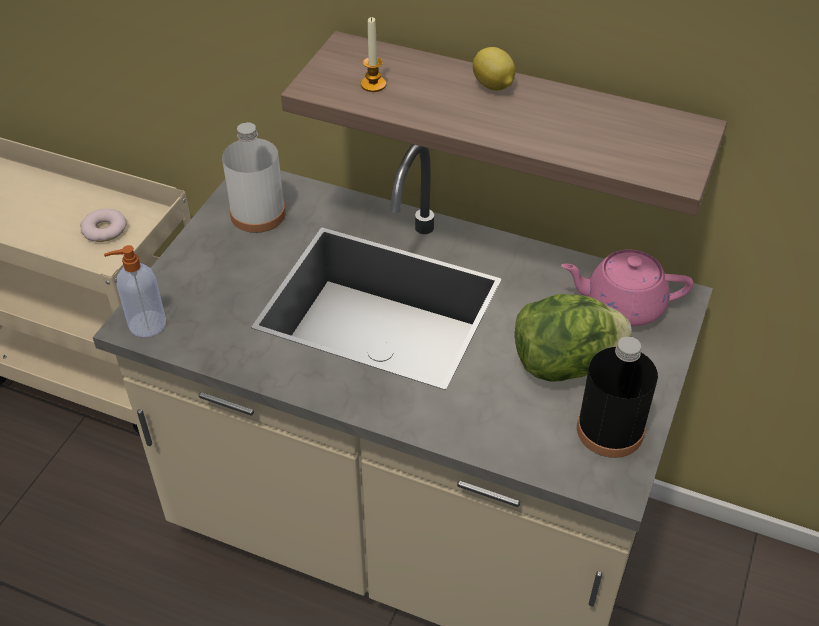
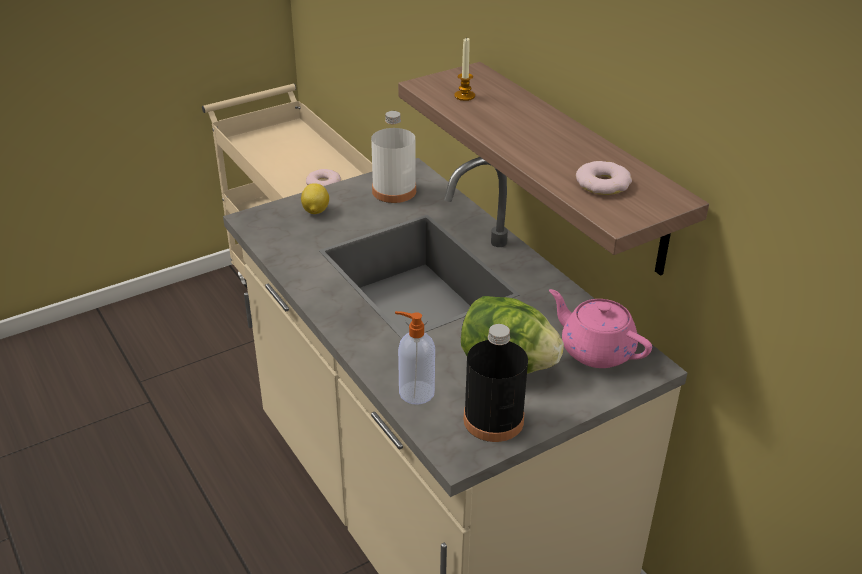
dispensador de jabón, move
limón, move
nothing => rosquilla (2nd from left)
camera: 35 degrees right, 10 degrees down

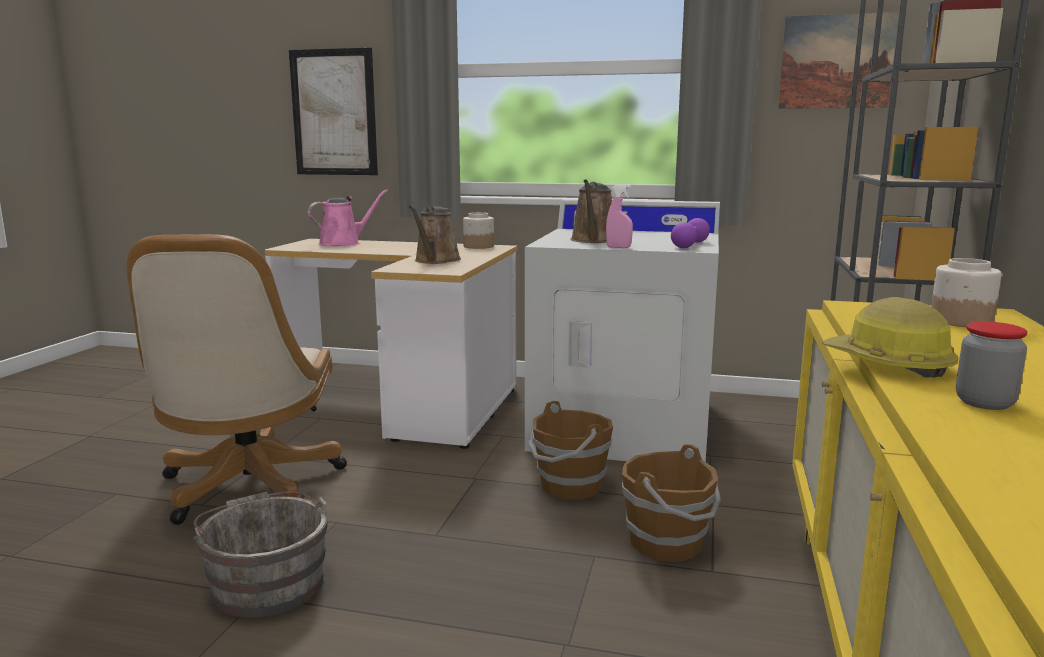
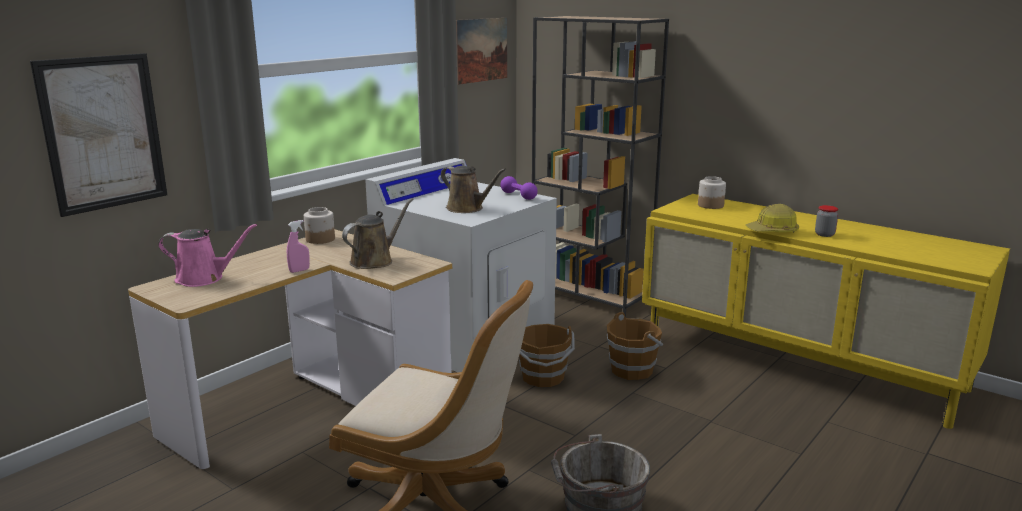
regadera/rosa, 105 degrees clockwise
regadera/marrón (1st from left), 90 degrees counterclockwise
pulverizador/rosa, move
camera: 65 degrees left, 5 degrees up

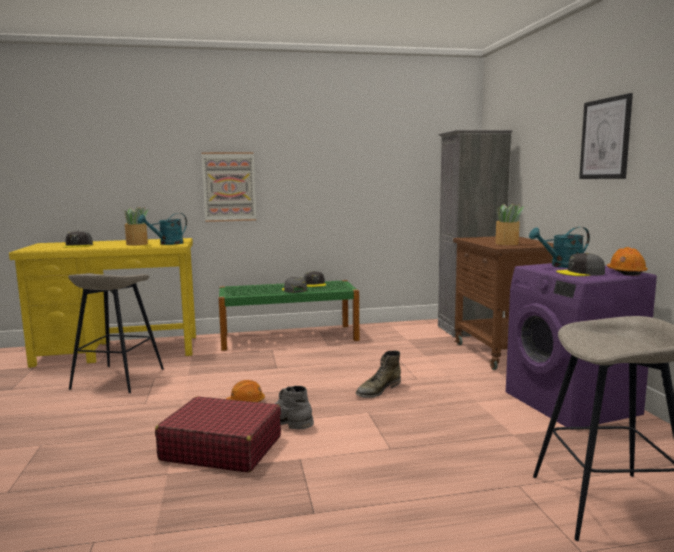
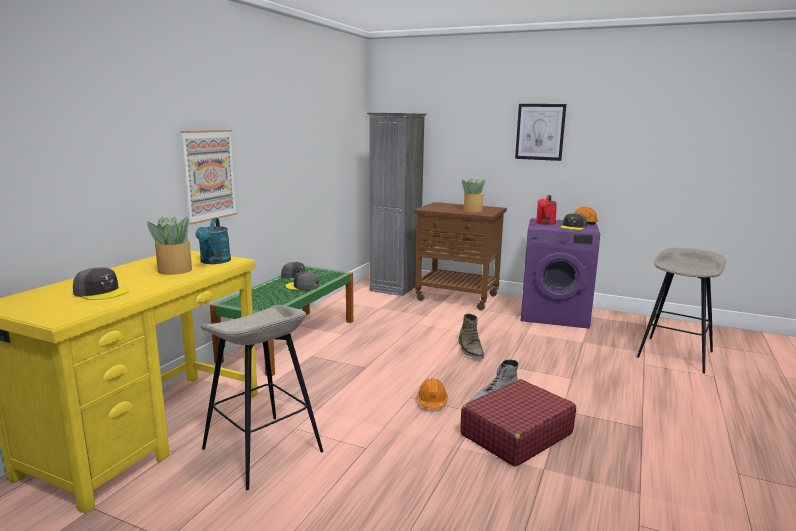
regadera/turquesa (2nd from left) => regadera/rojo
camera: 55 degrees left, 5 degrees up

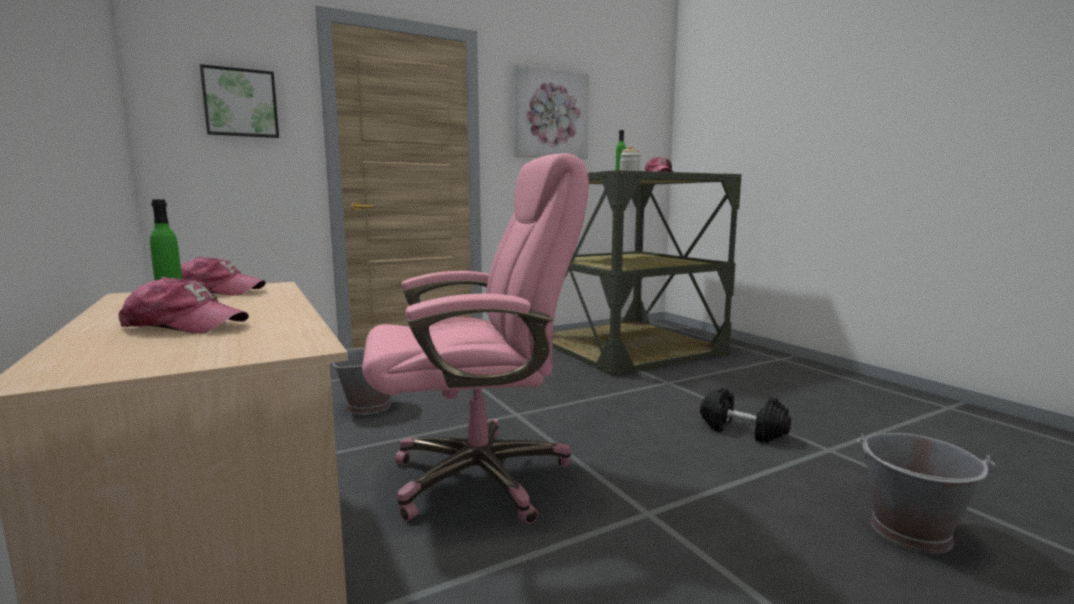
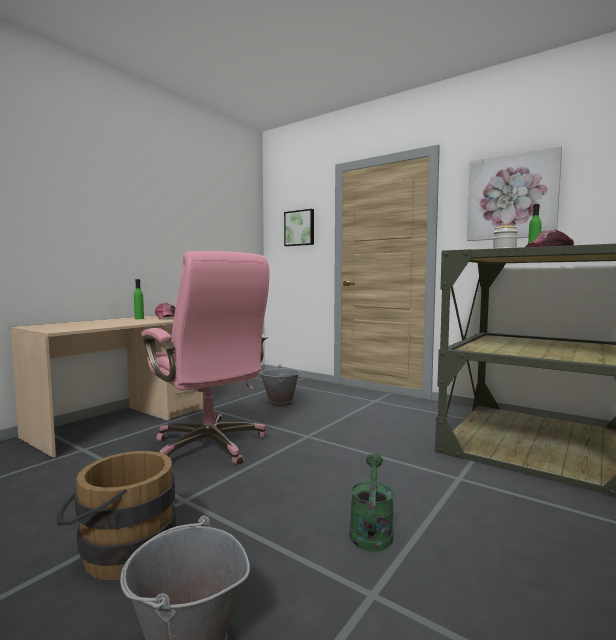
gorra (1st from left) => nothing
mancuerna/negro => regadera/verde
nothing => cubo/marrón
camera: 65 degrees right, 5 degrees down

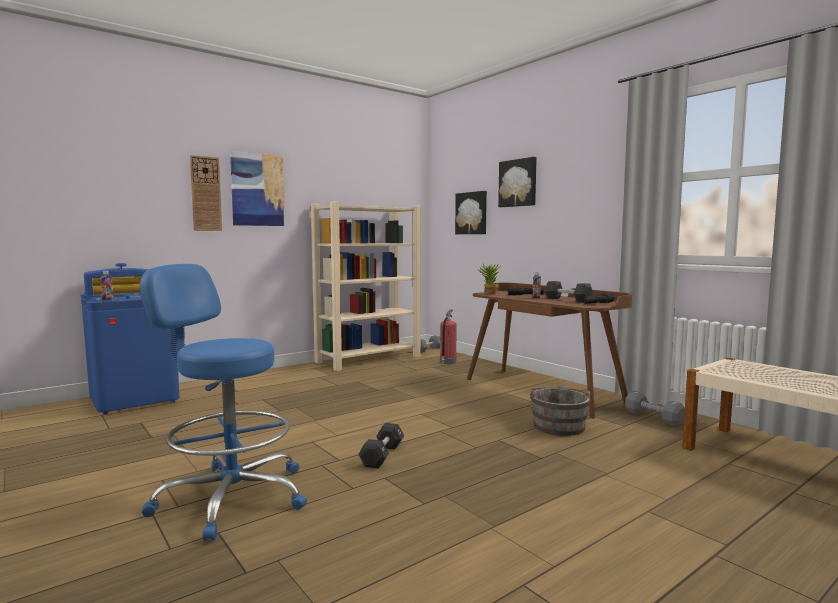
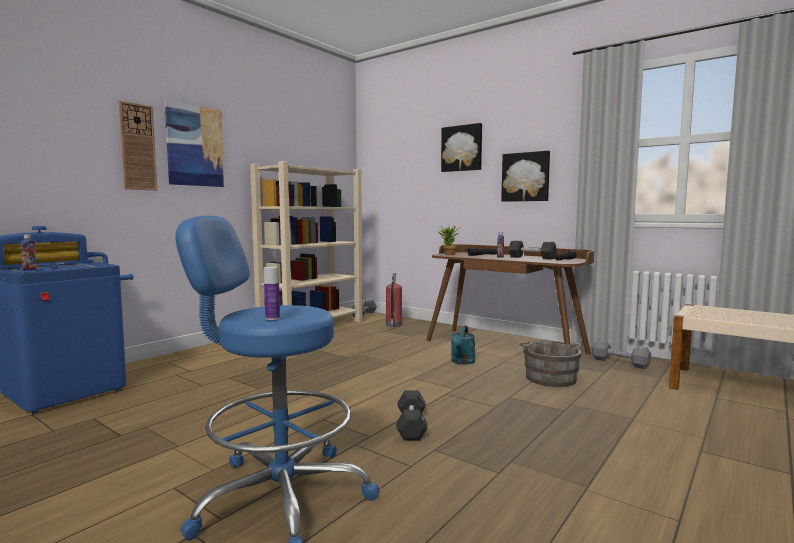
cuadro (2nd from left in the first image) => cuadro (3rd from left), move
nothing => botella (2nd from left)
nothing => regadera/turquesa
camera: 15 degrees left, 0 degrees up

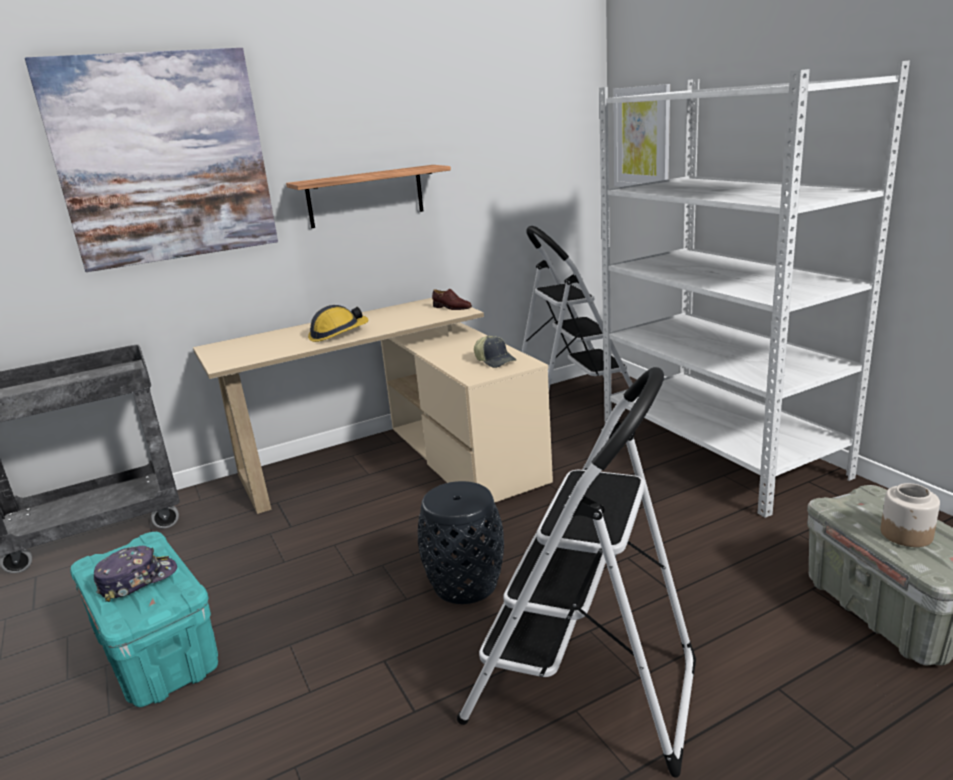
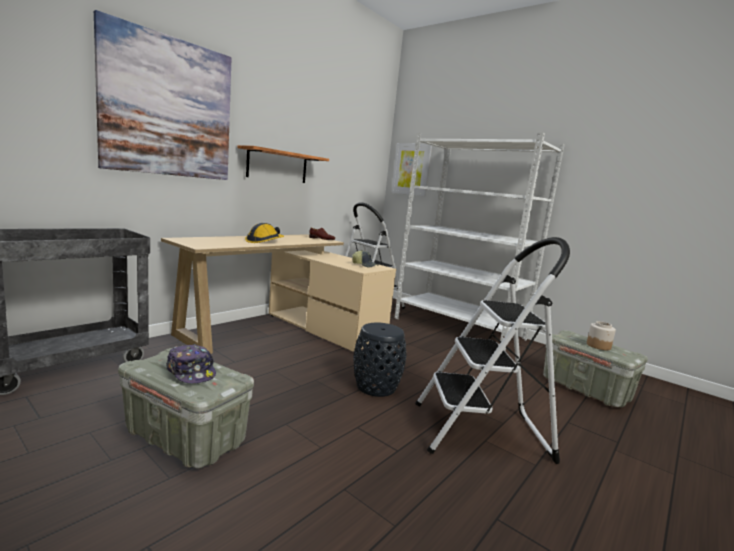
caja de almacenaje/turquesa => caja de almacenaje/gris (1st from left)
gorra (1st from left), 105 degrees clockwise
camera: 25 degrees left, 10 degrees down

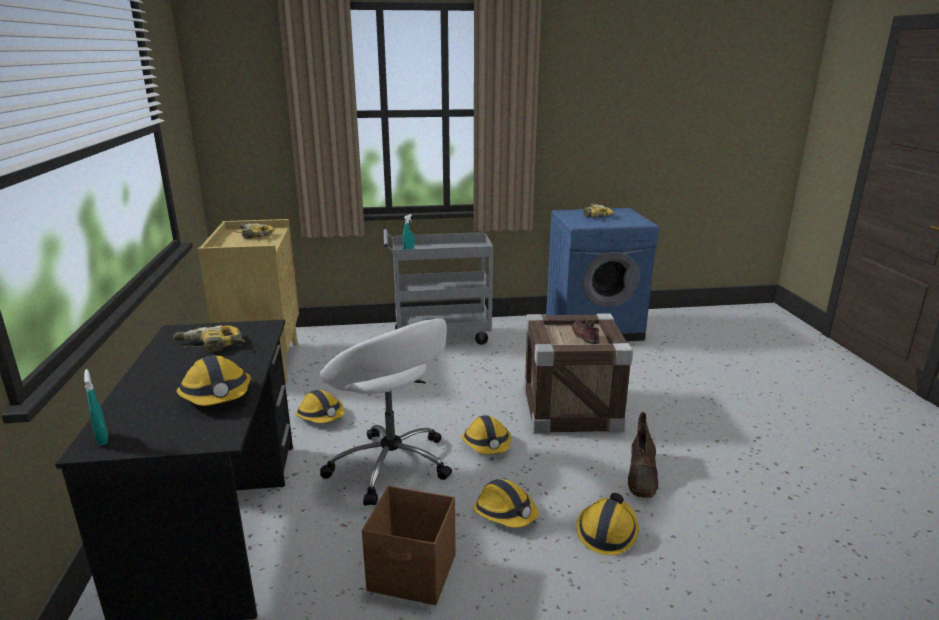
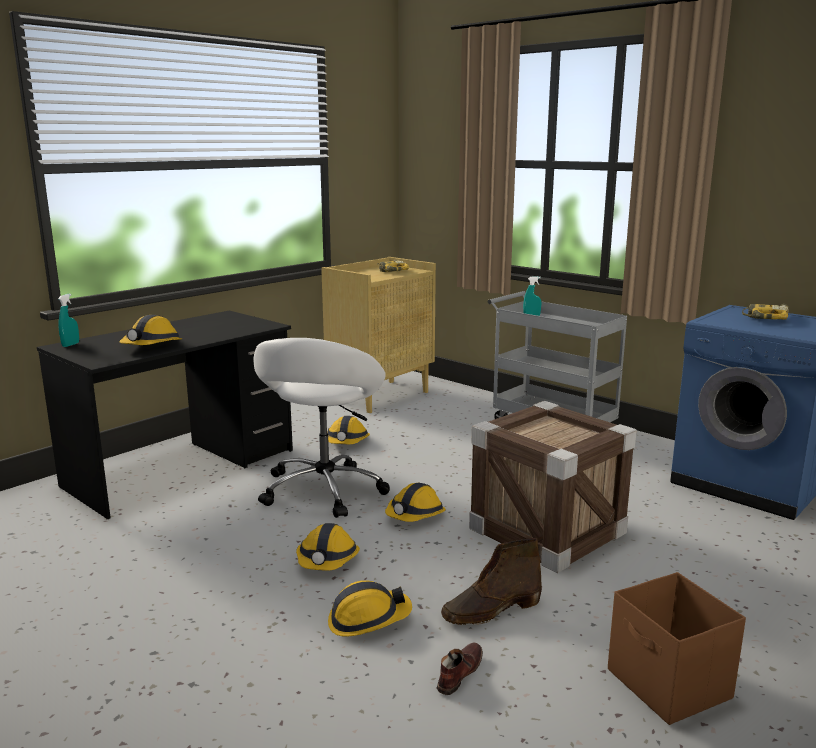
taladro (1st from left) => nothing
caja de almacenaje/marrón, move
zapato/marrón, move
camera: 50 degrees right, 5 degrees down

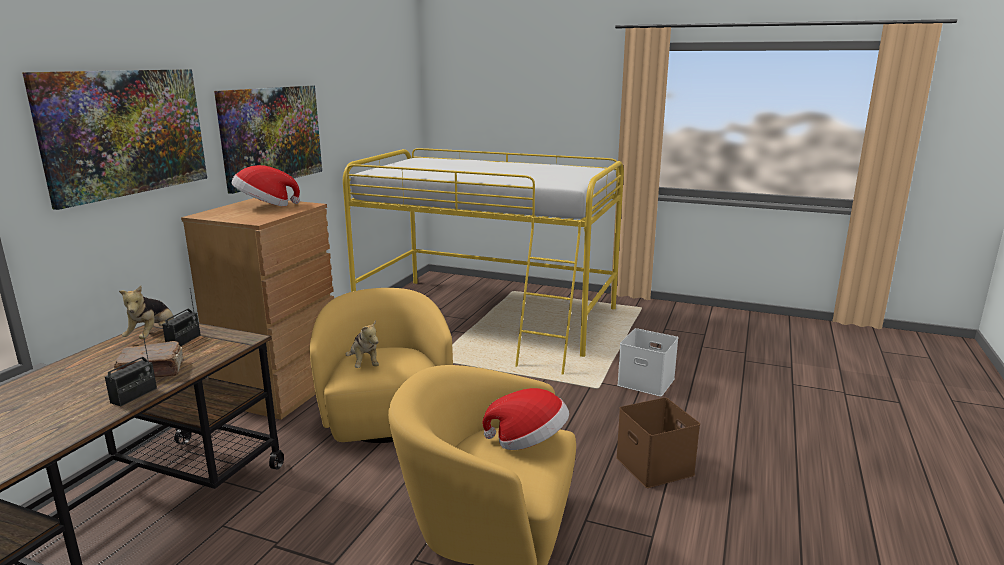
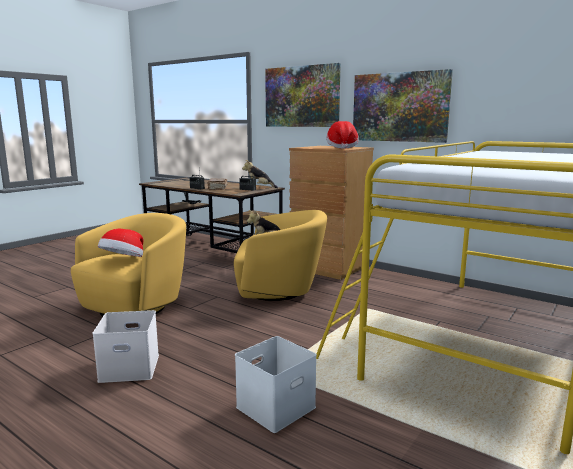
caja de almacenaje/marrón => caja de almacenaje/blanco (1st from left)
camera: 105 degrees right, 5 degrees down

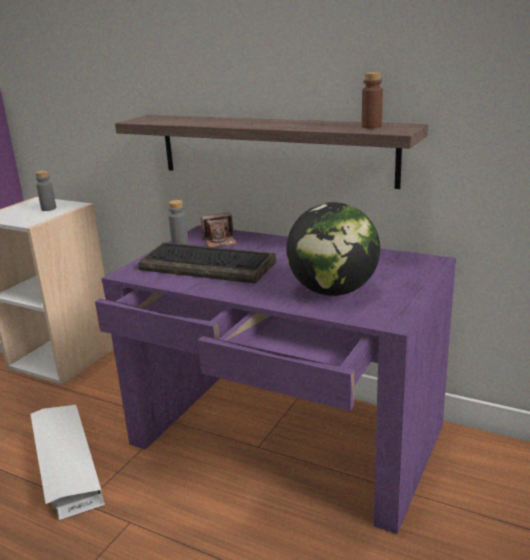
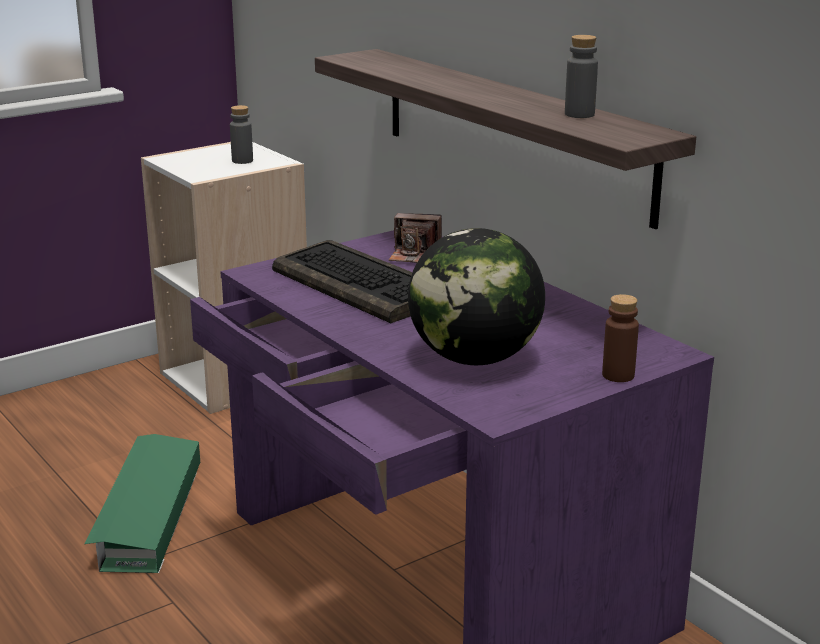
caja de almacenaje/blanco => caja de almacenaje/verde
botella/gris (2nd from left), move
botella/marrón, move
camera: 25 degrees right, 0 degrees up

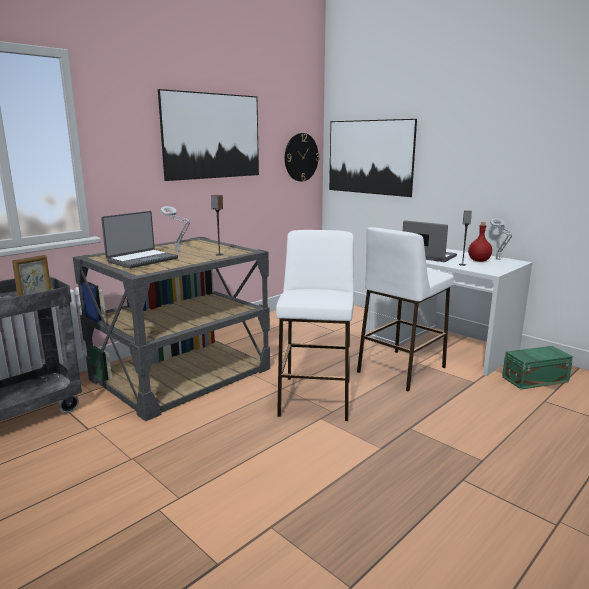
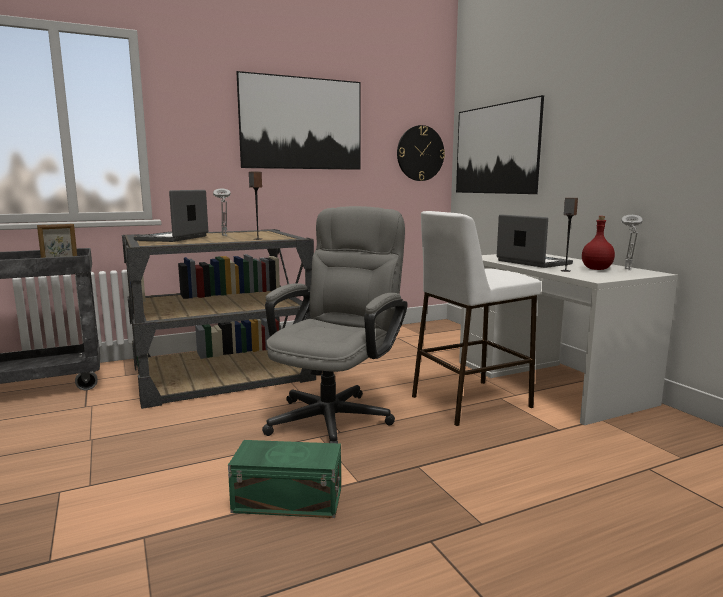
portátil (1st from left), 135 degrees clockwise
taburete/blanco (1st from left) => silla de oficina/gris
caja de almacenaje/verde, move
camera: 20 degrees right, 5 degrees down

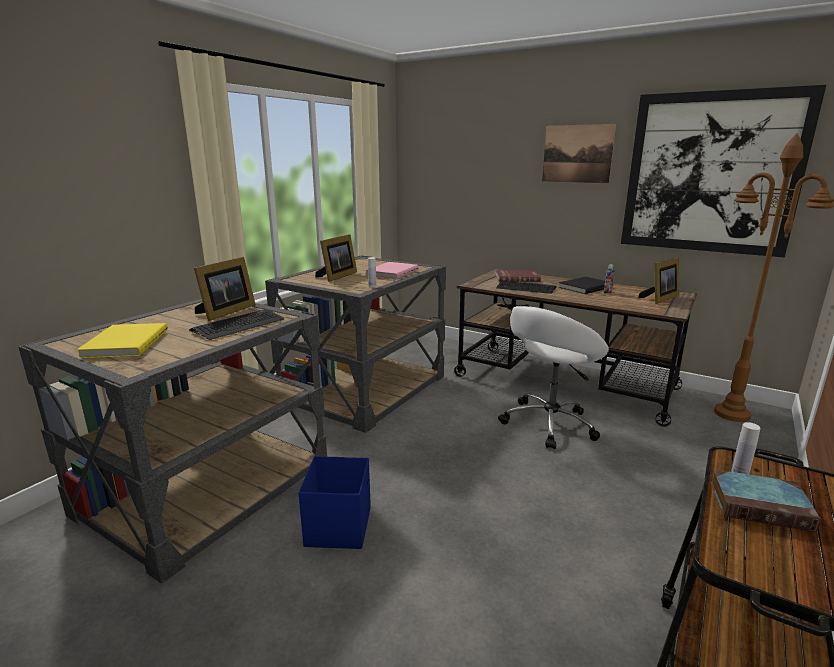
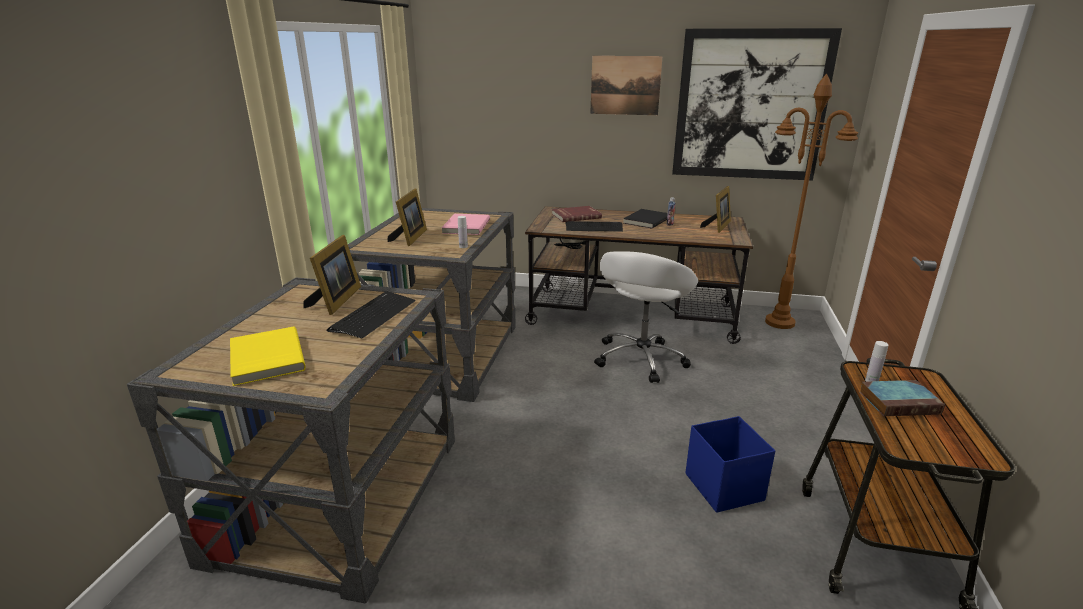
caja de almacenaje/azul, move
camera: 20 degrees left, 5 degrees up

